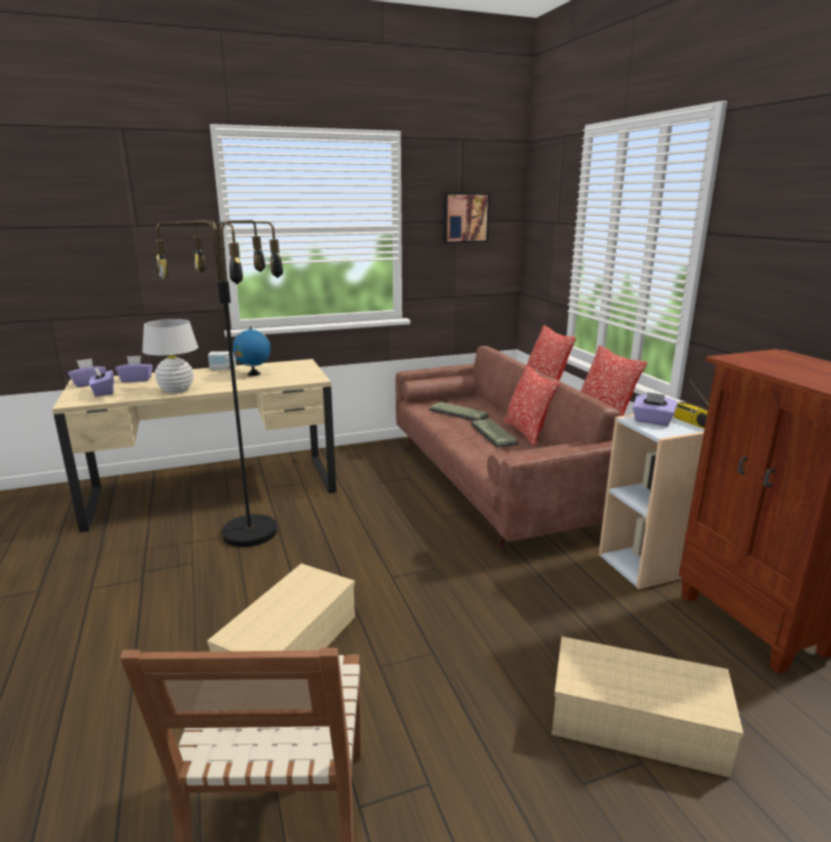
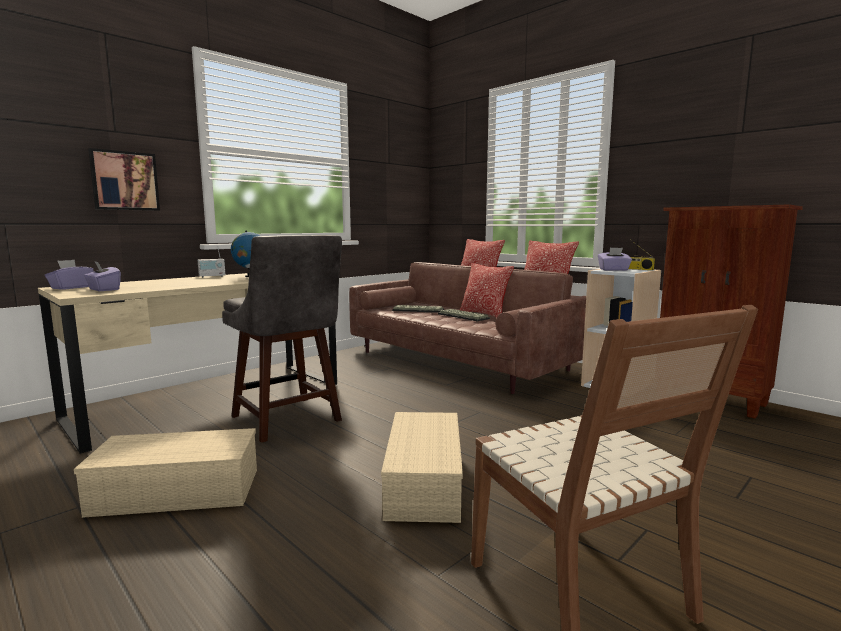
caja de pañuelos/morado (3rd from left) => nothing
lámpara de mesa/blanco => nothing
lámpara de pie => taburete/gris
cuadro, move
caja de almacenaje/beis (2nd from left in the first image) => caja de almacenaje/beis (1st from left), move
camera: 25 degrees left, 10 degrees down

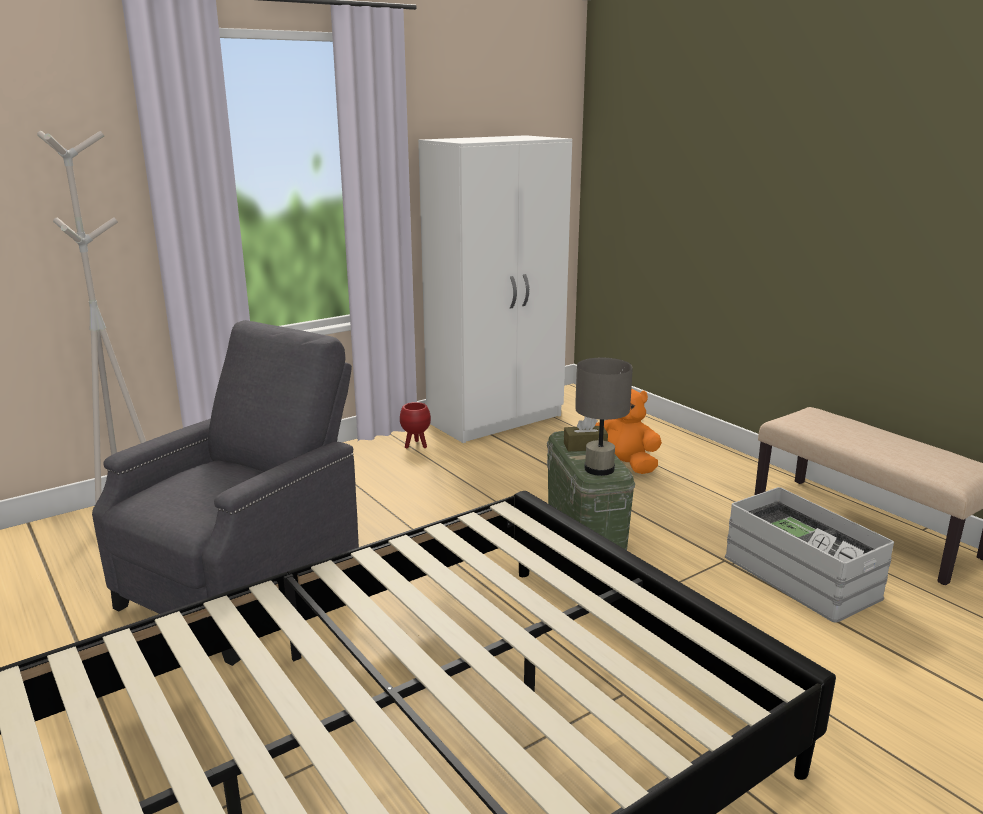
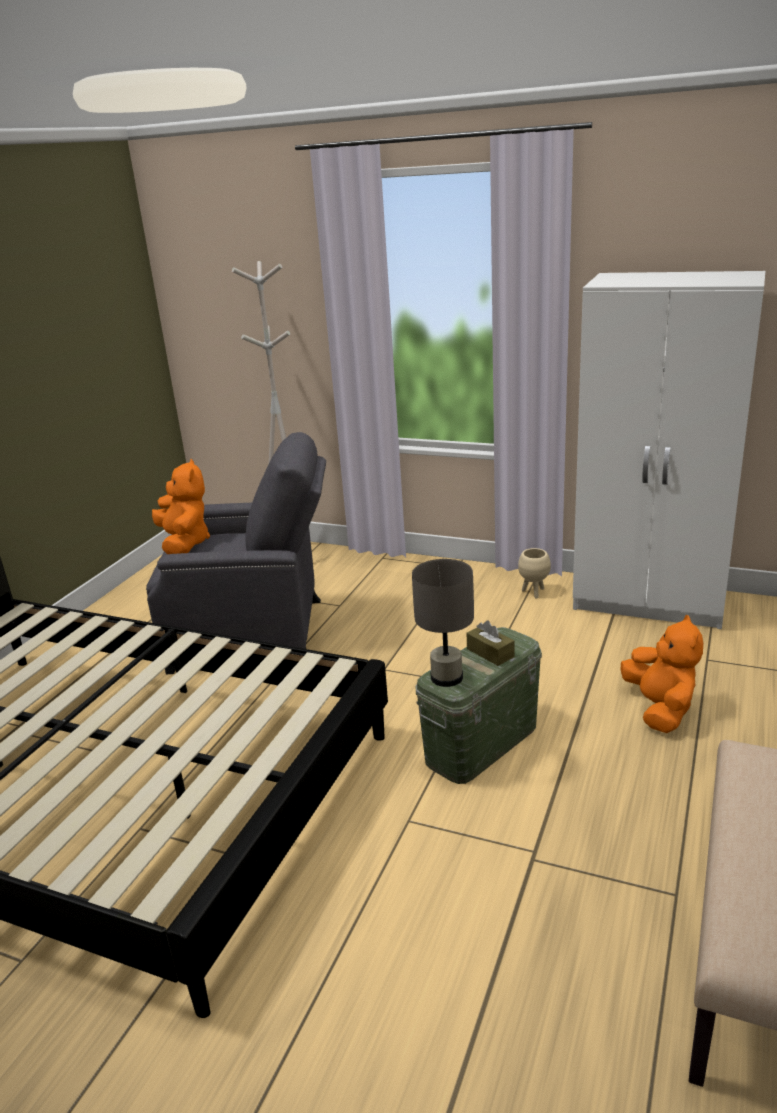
maceta/rojo => maceta/beis
caja de almacenaje/gris => nothing
nothing => peluche/naranja (1st from left)
camera: 60 degrees right, 5 degrees up

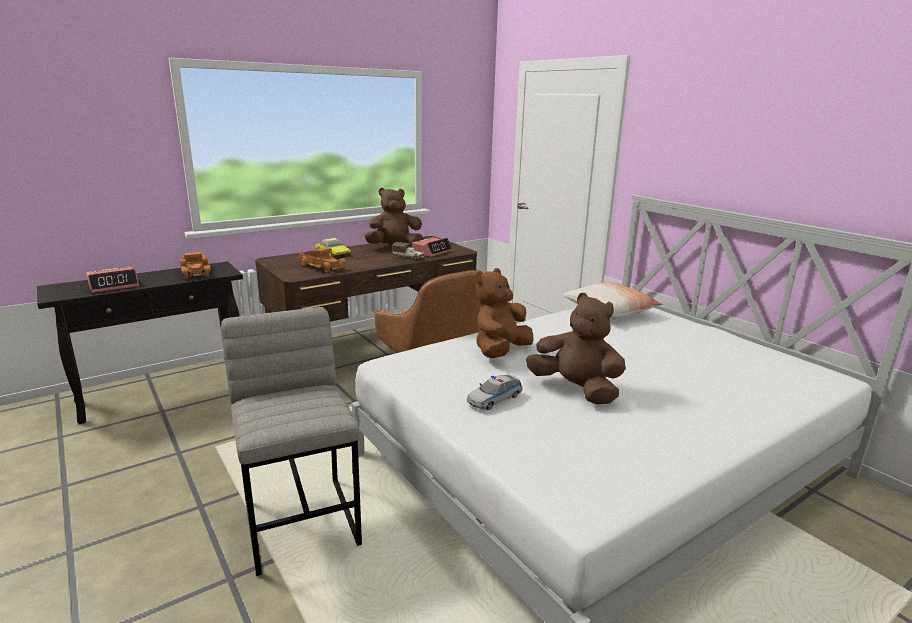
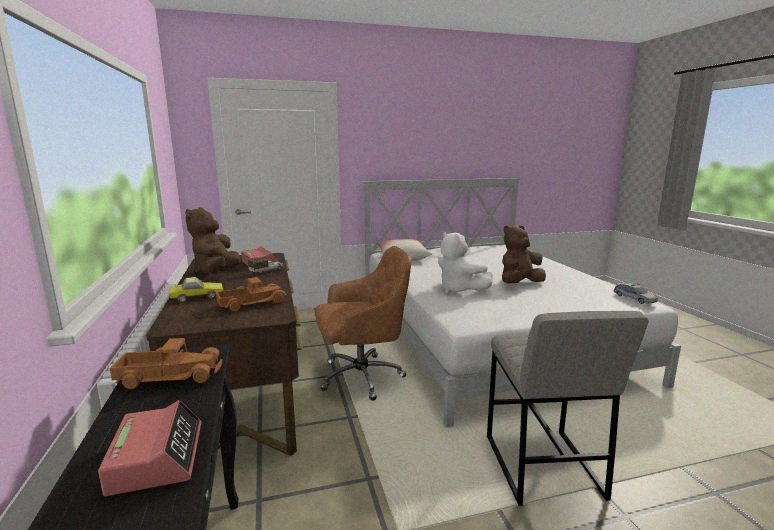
silla/gris, 90 degrees counterclockwise
coche de juguete (2nd from left), move
peluche/marrón (2nd from left) => peluche/blanco
camera: 70 degrees left, 5 degrees down

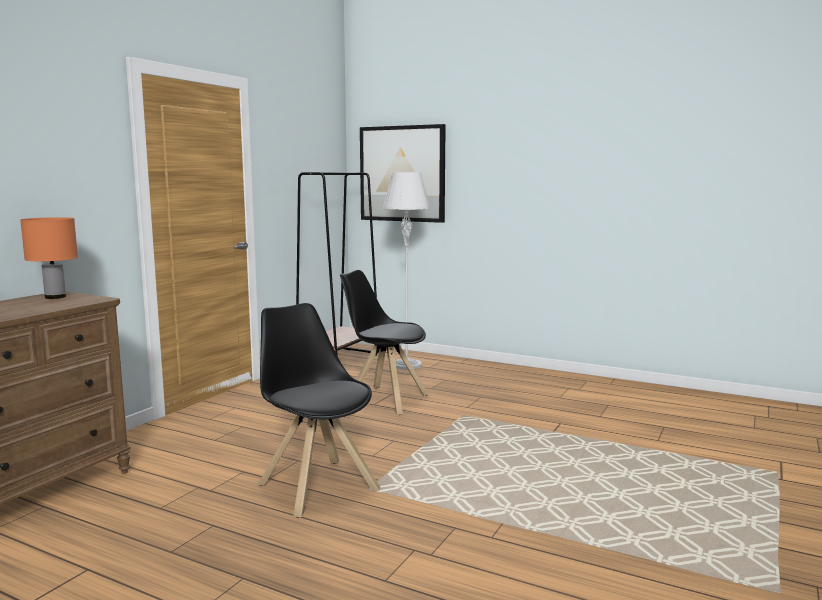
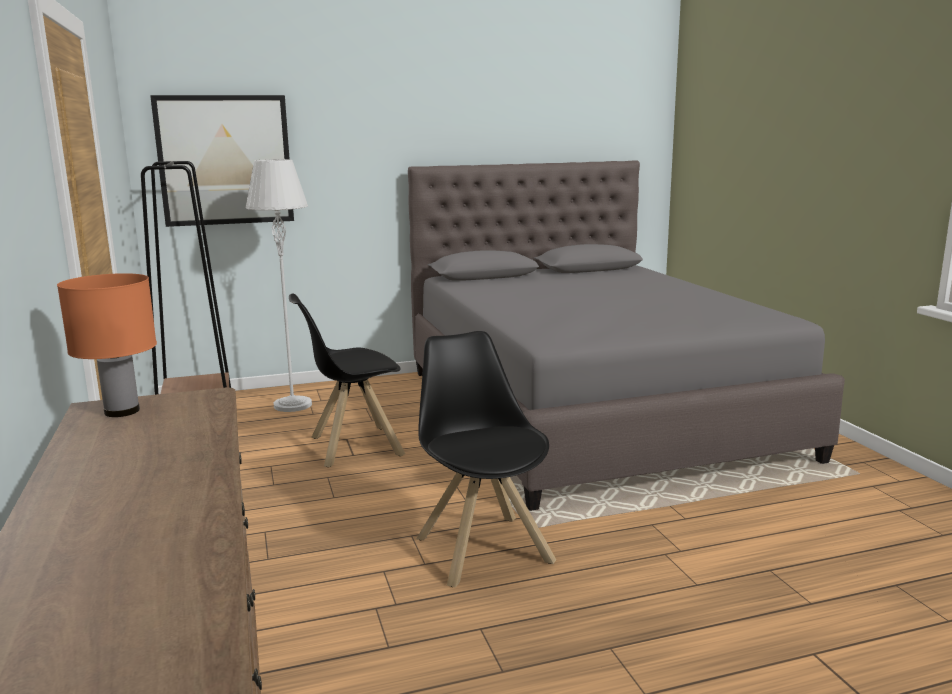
silla/negro (1st from left in the first image) => silla/negro (2nd from left), 60 degrees clockwise
nothing => cama/gris
camera: 45 degrees left, 5 degrees up

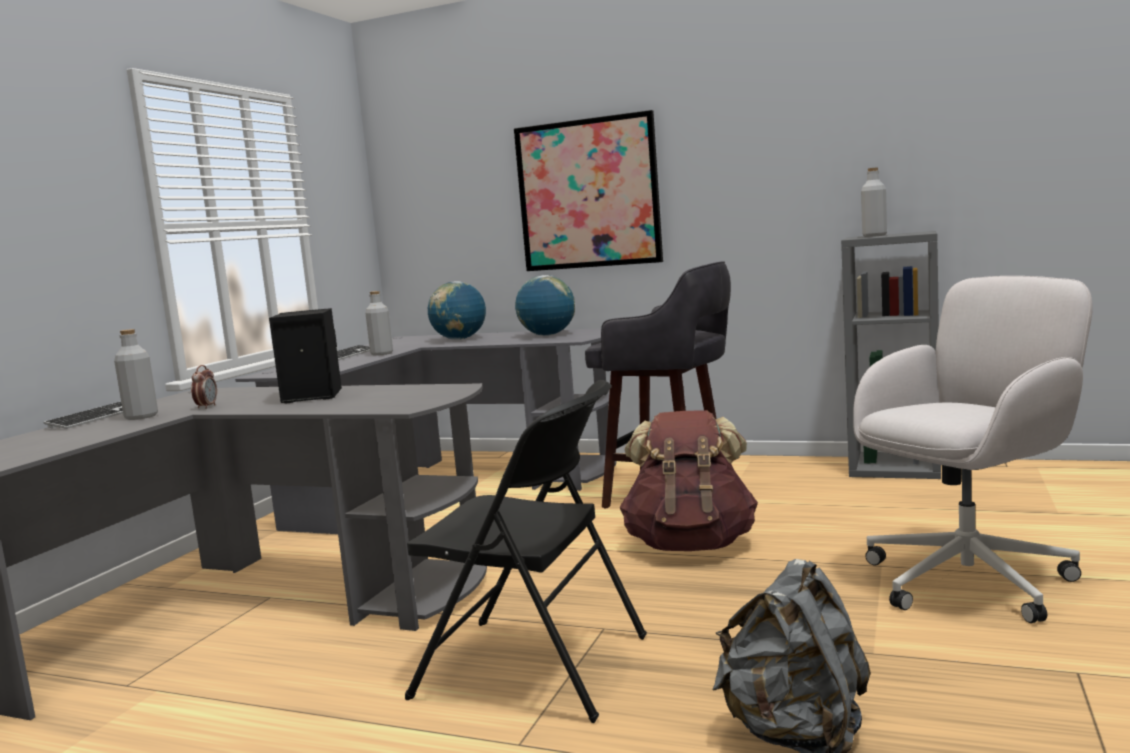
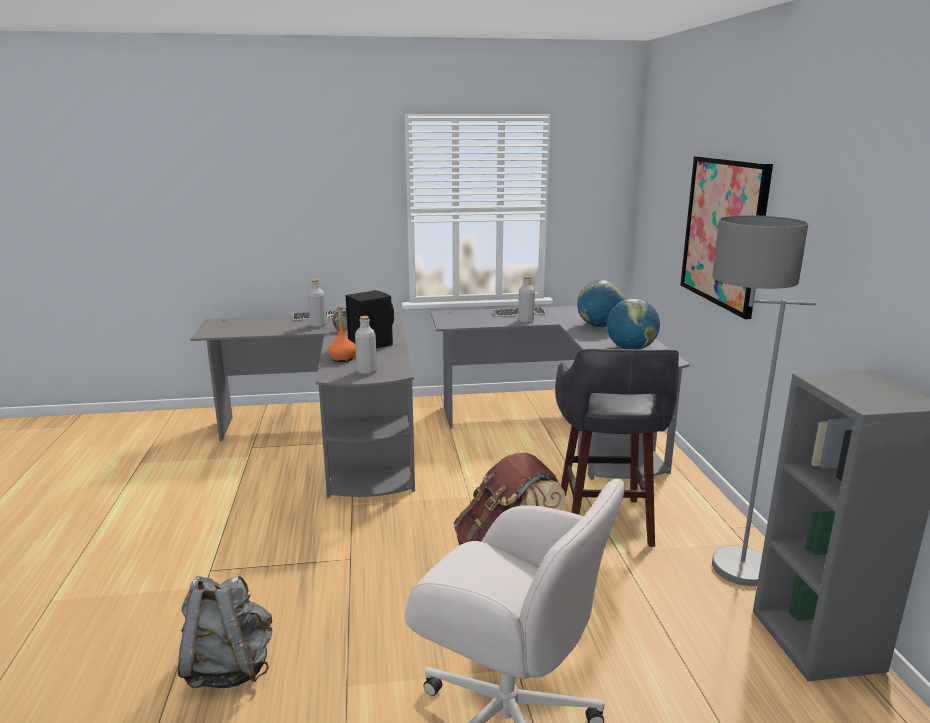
silla/negro => nothing
botella/gris (3rd from left in the first image) => botella/gris (2nd from left), move
nothing => botella/naranja
nothing => lámpara de pie/gris
camera: 60 degrees right, 10 degrees up

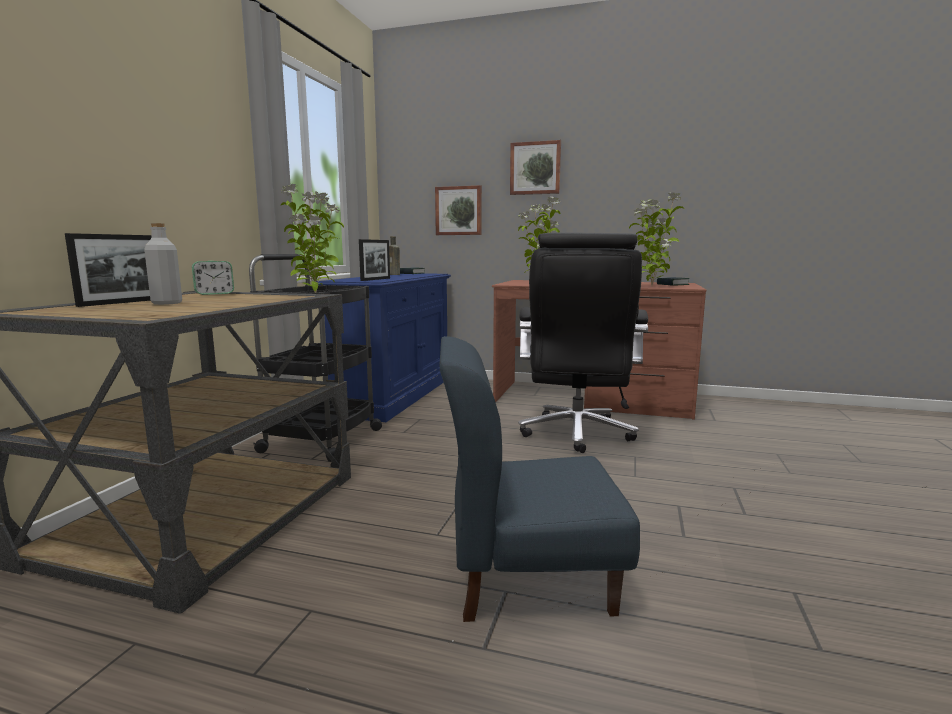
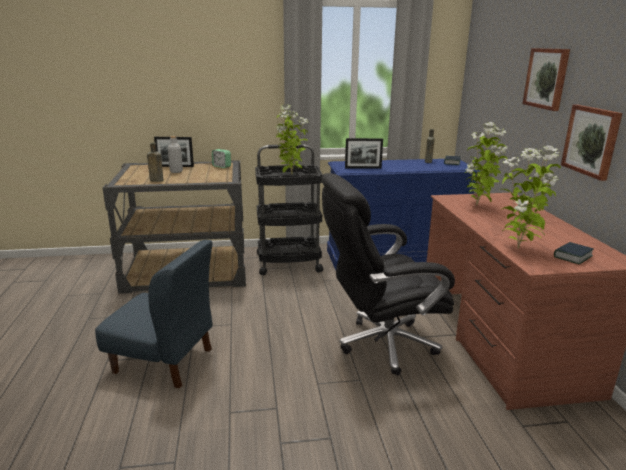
cuadro (1st from left in the first image) => cuadro (2nd from left), move
silla/azul, 135 degrees clockwise
nothing => botella/marrón (1st from left)
camera: 65 degrees right, 10 degrees up

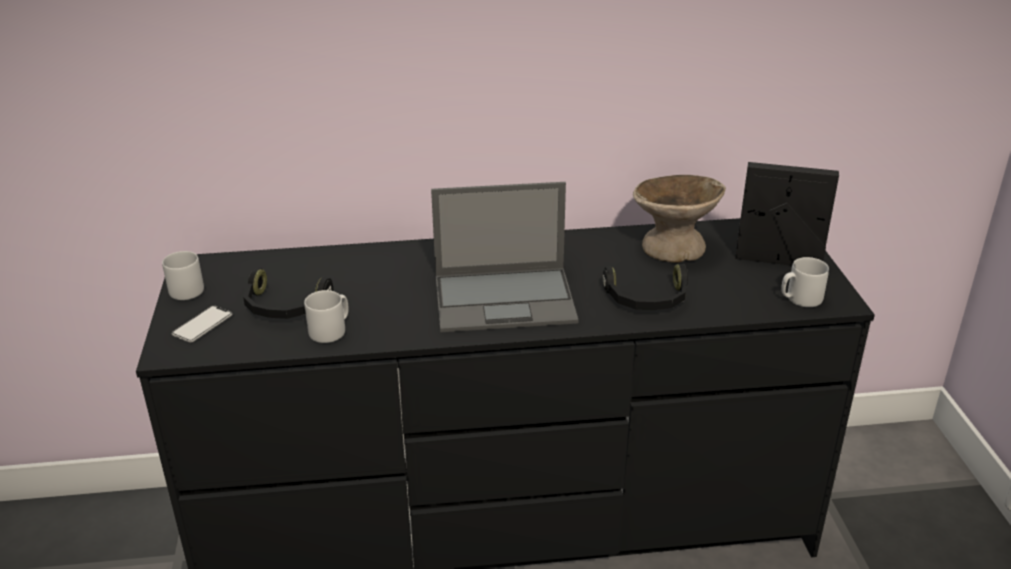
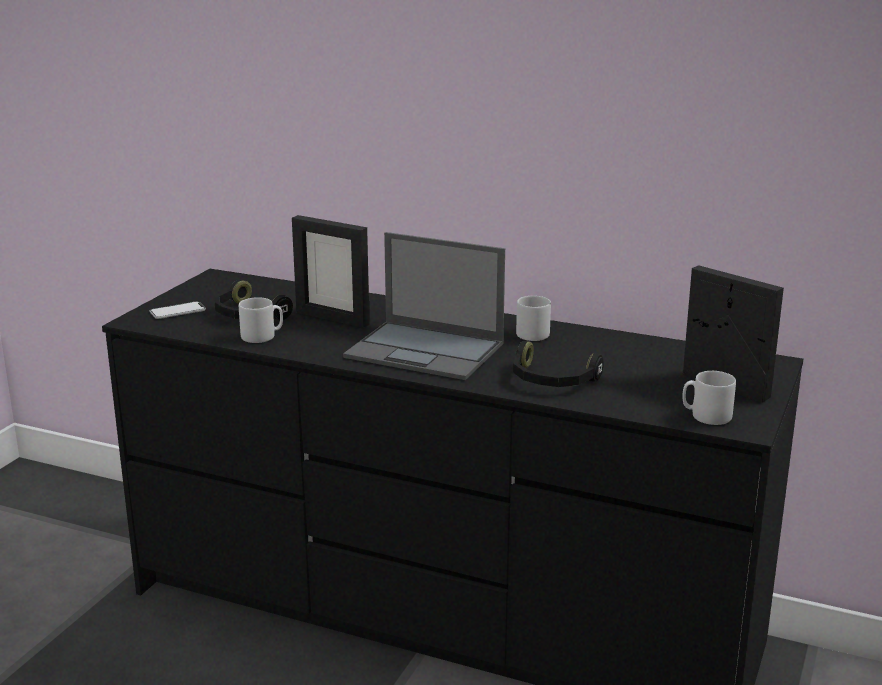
taza grande/gris (1st from left in the first image) => taza grande/gris (2nd from left), move
cuenco/beis => nothing
nothing => portarretratos (1st from left)
camera: 30 degrees right, 10 degrees down

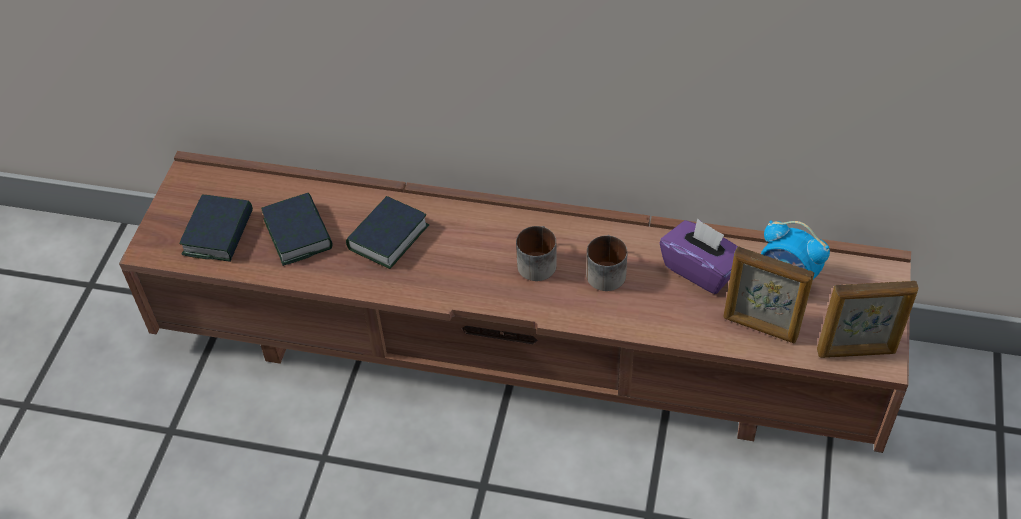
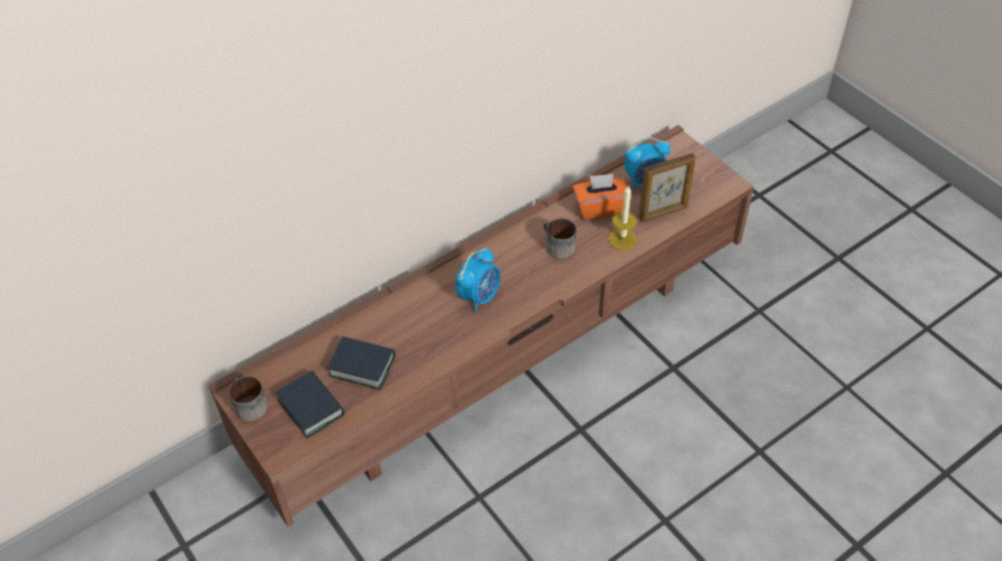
libro (3rd from left) => nothing
taza grande (1st from left), move
caja de pañuelos/morado => caja de pañuelos/naranja
portarretratos (2nd from left) => nothing
nothing => despertador (1st from left)
nothing => vela
camera: 50 degrees left, 0 degrees up

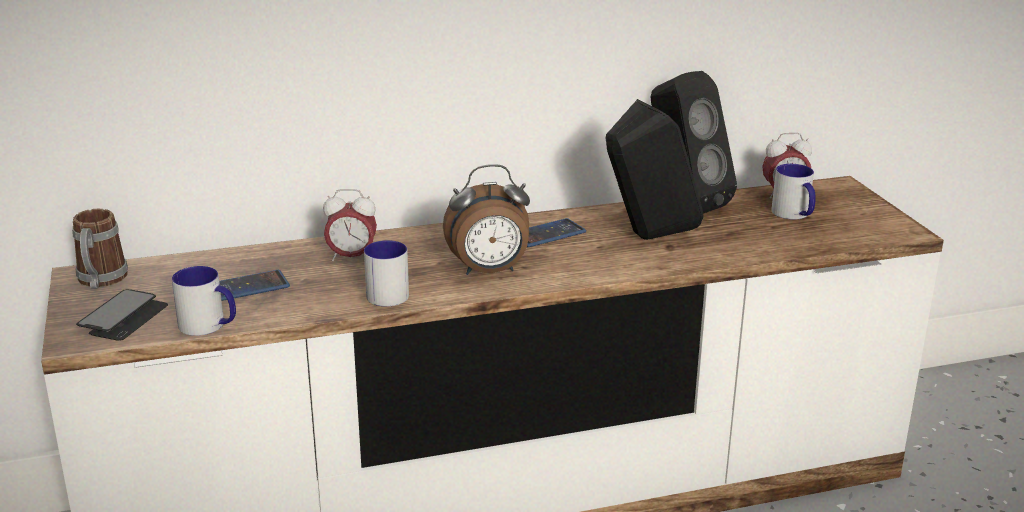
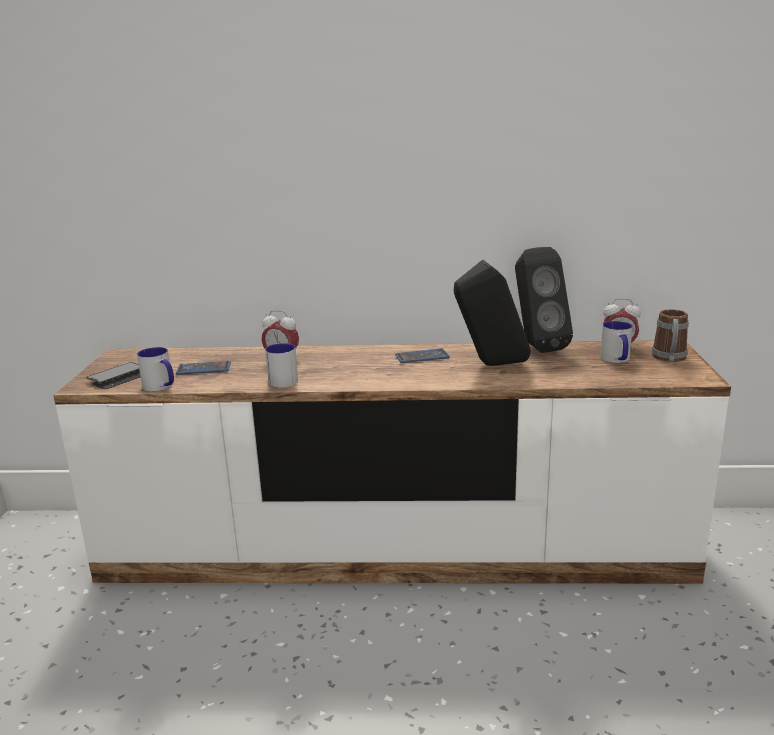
taza grande (1st from left in the first image) => taza grande (4th from left), move
despertador (2nd from left) => nothing
camera: 20 degrees right, 5 degrees down

